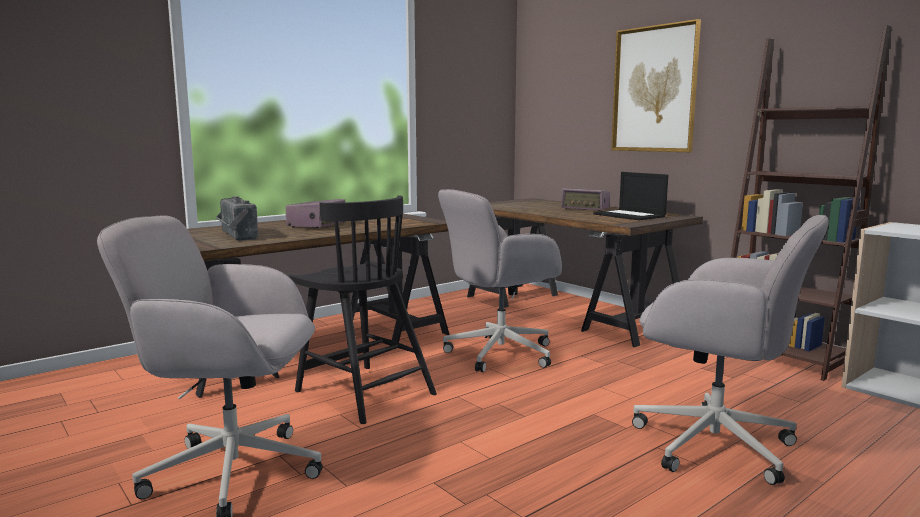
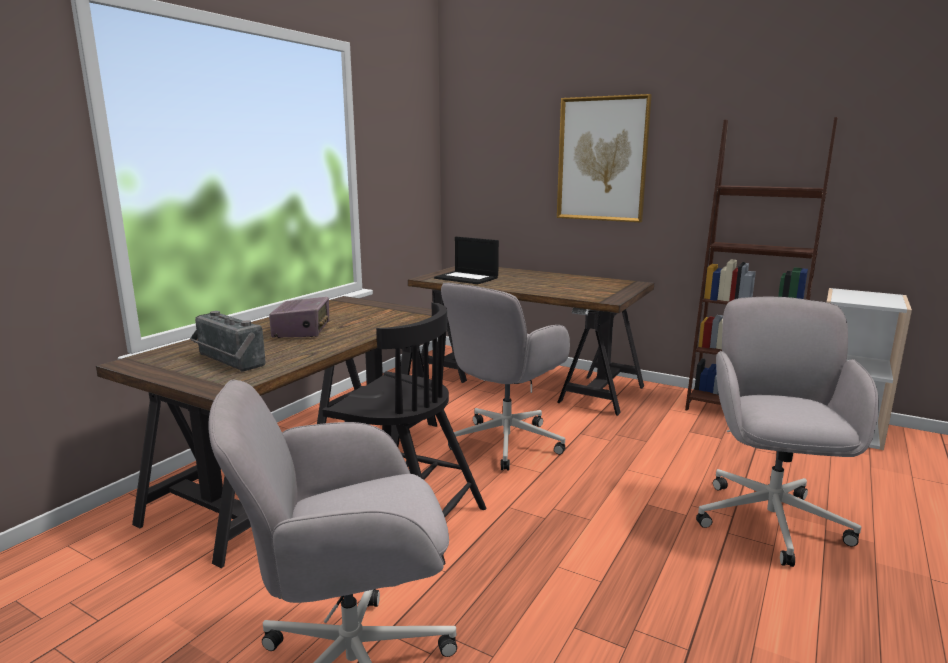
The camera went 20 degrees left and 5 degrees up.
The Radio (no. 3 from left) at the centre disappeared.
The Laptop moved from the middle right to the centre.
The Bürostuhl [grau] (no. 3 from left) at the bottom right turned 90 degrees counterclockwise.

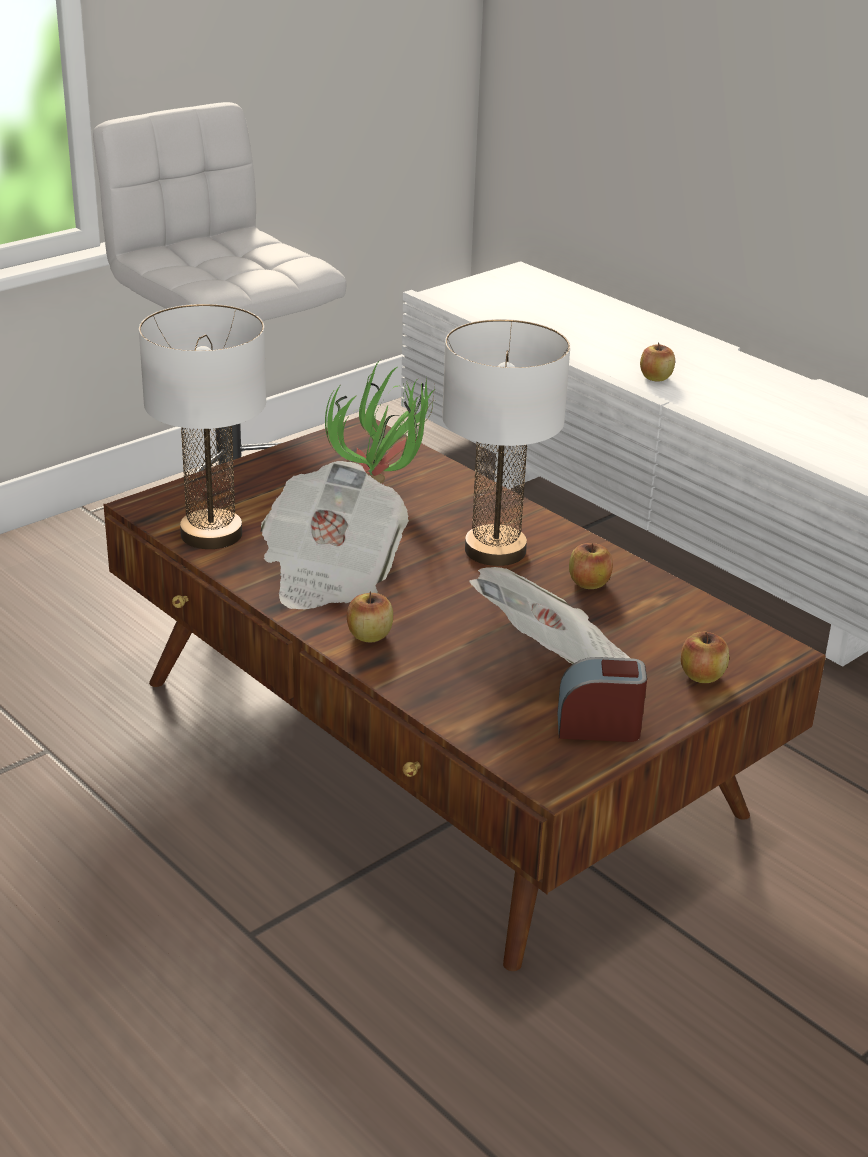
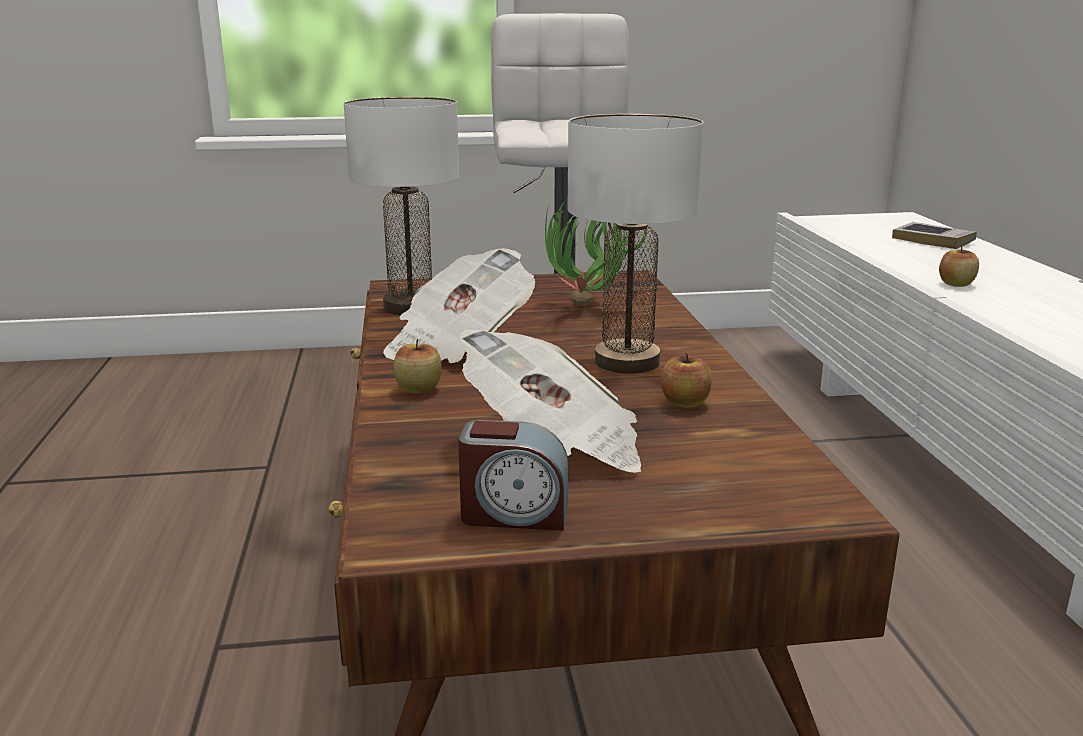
The camera went 35 degrees right and 10 degrees down.
The Apfel (no. 4 from left) at the middle right disappeared.
The Buch at the top right appeared.
The Wecker at the middle right turned 150 degrees clockwise.

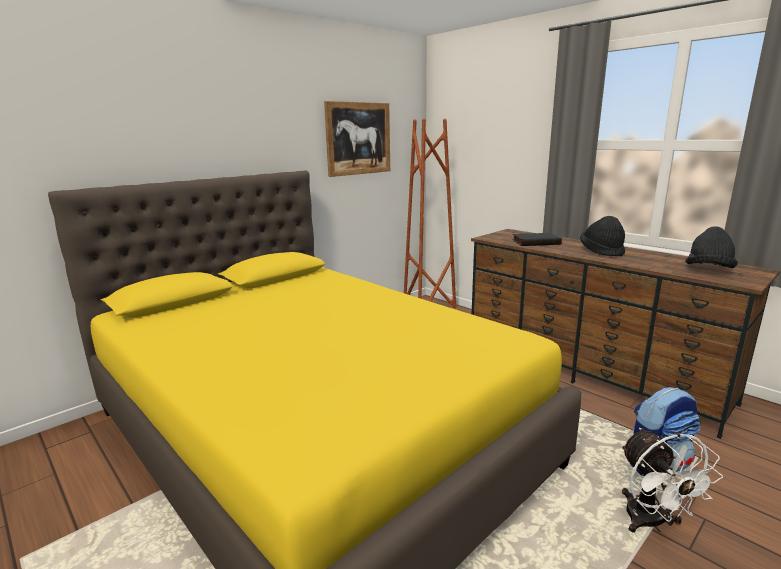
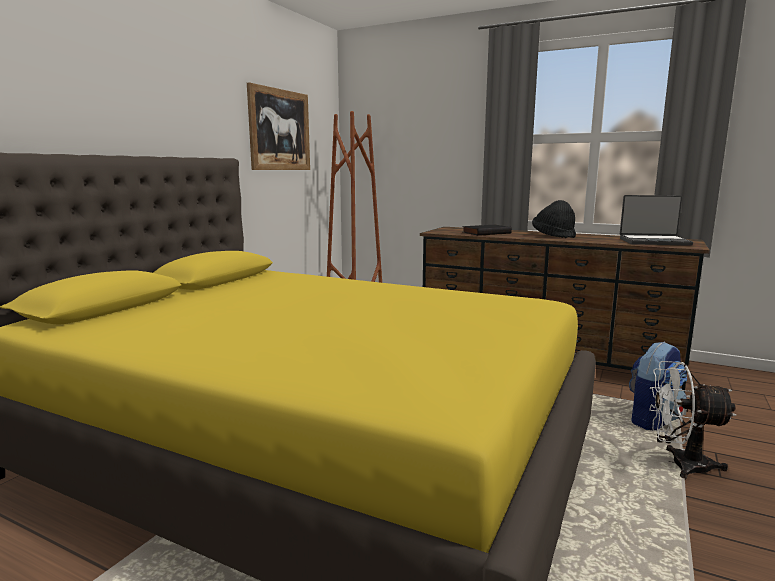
The camera went 20 degrees left and 5 degrees down.
The Hut [schwarz] (no. 2 from left) at the middle right was replaced by the Laptop at the middle right.
The Ventilator [weiß] at the bottom right turned 135 degrees clockwise.

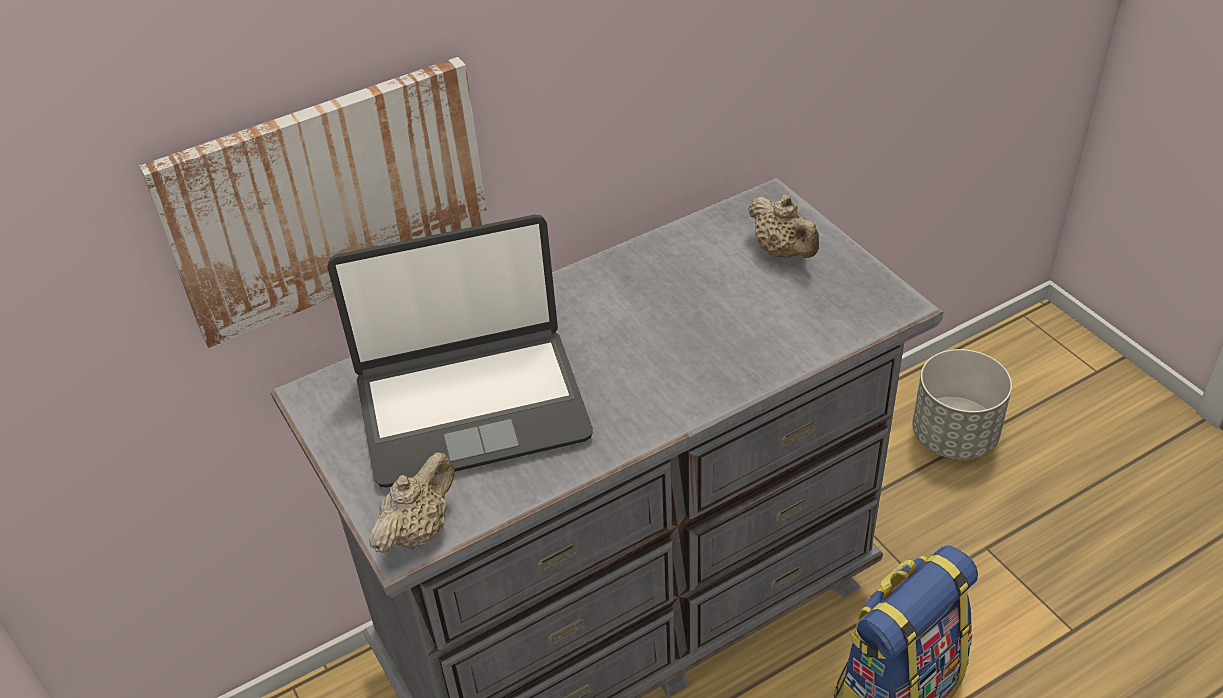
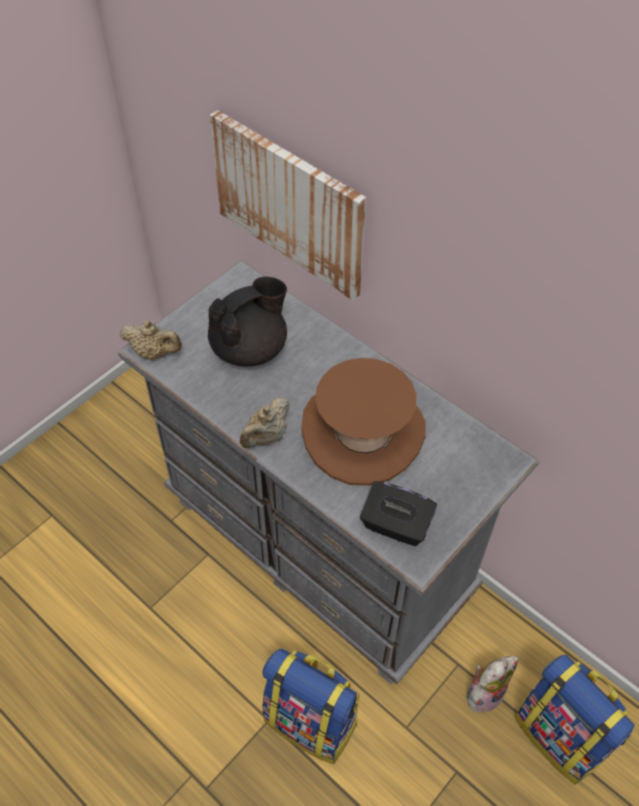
The camera went 70 degrees right and 10 degrees up.
The Hut [braun] at the centre appeared.
The Taschentuchbox [schwarz] at the centre appeared.
The Plüschtier at the bottom right appeared.
The Teekanne [beige] (no. 2 from left) moved from the top centre to the centre.
The Laptop at the centre was replaced by the Teekanne [schwarz] at the centre.
The Pflanzkübel [grau] at the middle right was replaced by the Rucksack (no. 2 from left) at the bottom right.

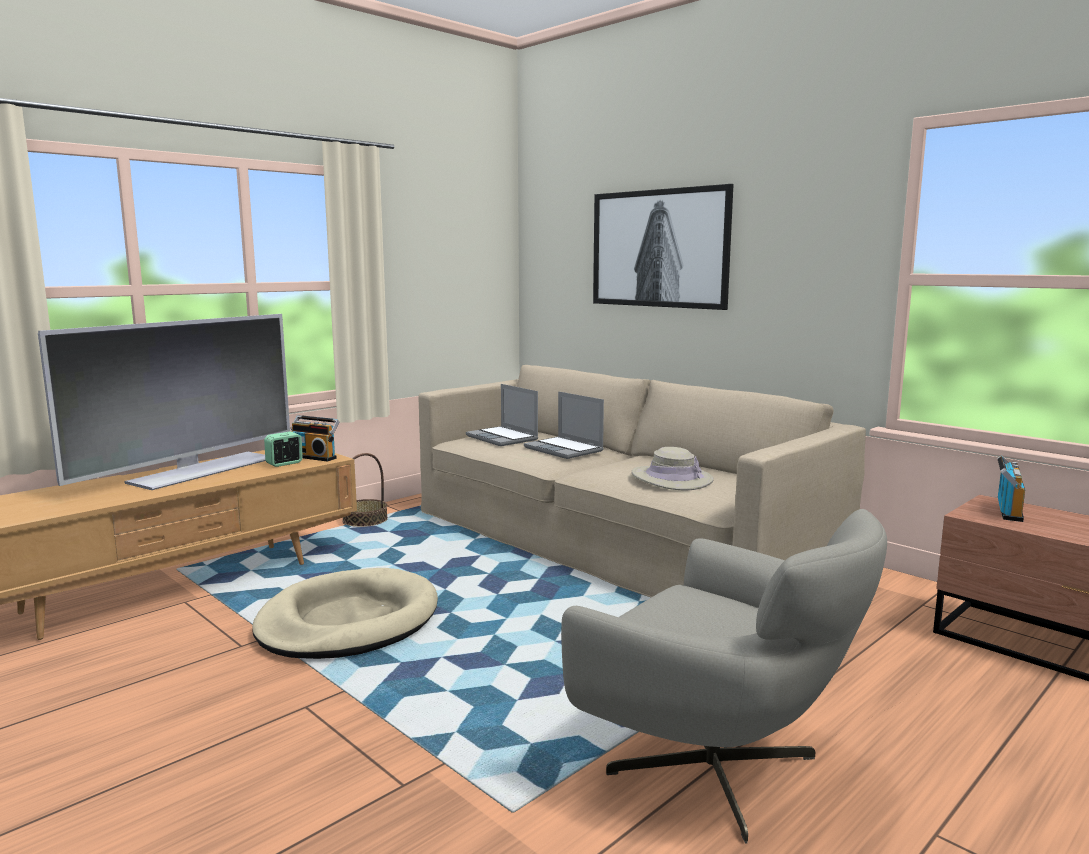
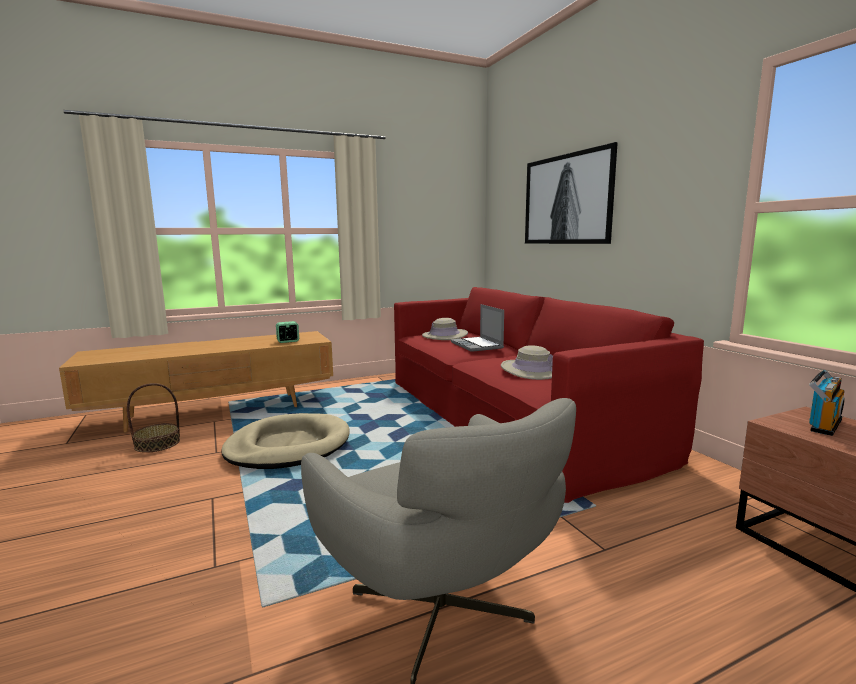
The camera went 20 degrees right and 0 degrees up.
The Fernseher at the middle left disappeared.
The Radio (no. 1 from left) at the middle left disappeared.
The Korb moved from the centre to the middle left.
The Laptop (no. 1 from left) at the centre was replaced by the Hut [beige] (no. 1 from left) at the centre.
The Sofa [beige] at the centre became the Sofa [rot] at the centre.

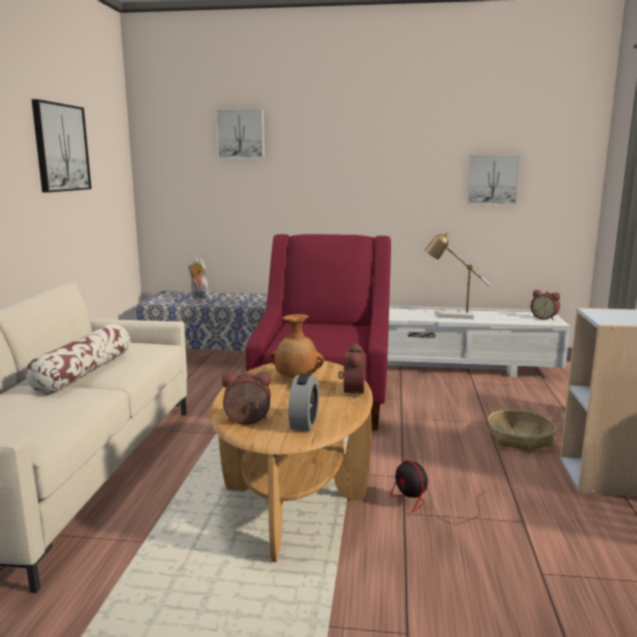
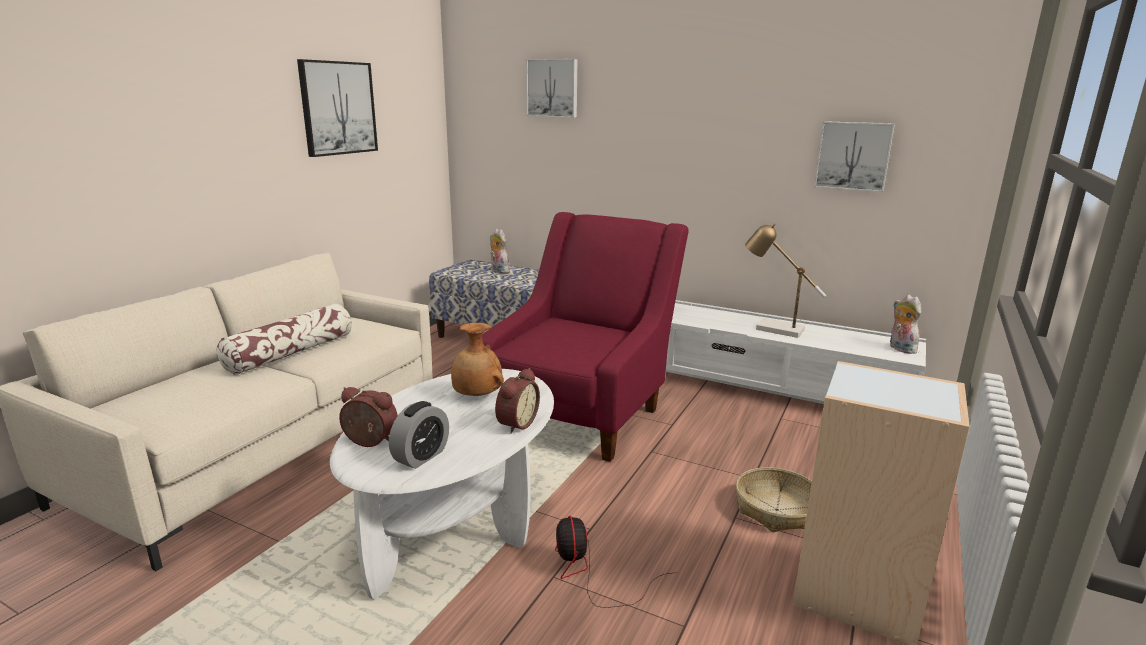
The camera went 20 degrees right and 5 degrees up.
The Wecker (no. 4 from left) at the middle right was replaced by the Plüschtier (no. 2 from left) at the middle right.
The Couchtisch [braun] at the bottom centre became the Couchtisch [weiß] at the bottom centre.

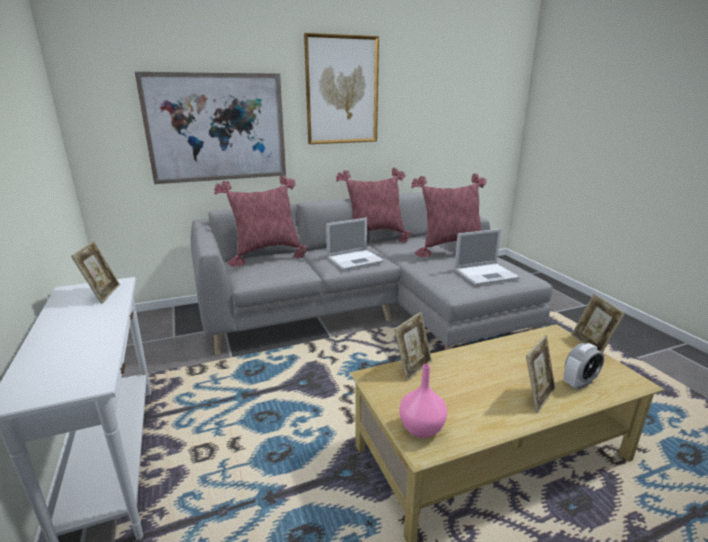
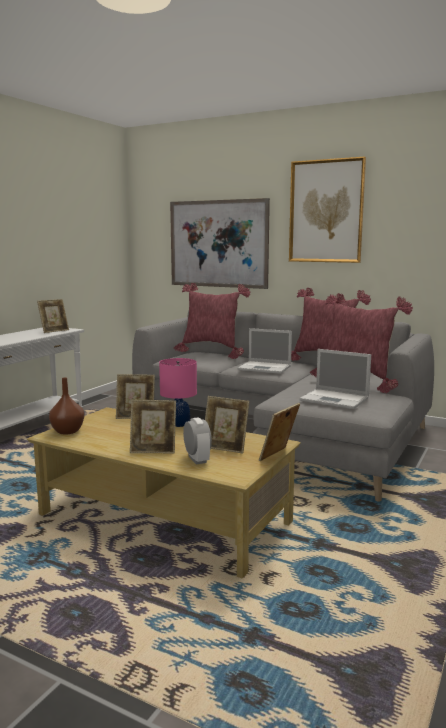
The camera went 50 degrees right and 10 degrees down.
The Tischlampe [rosa] at the centre appeared.
The Bilderrahmen (no. 4 from left) at the centre appeared.
The Vase [rosa] at the bottom centre became the Vase [braun] at the middle left.
The Wecker at the bottom right turned 135 degrees counterclockwise.

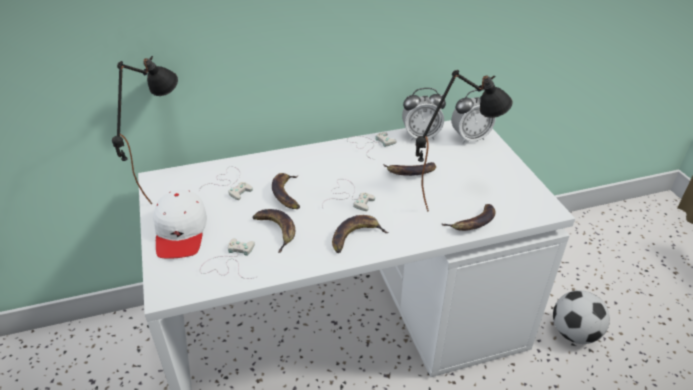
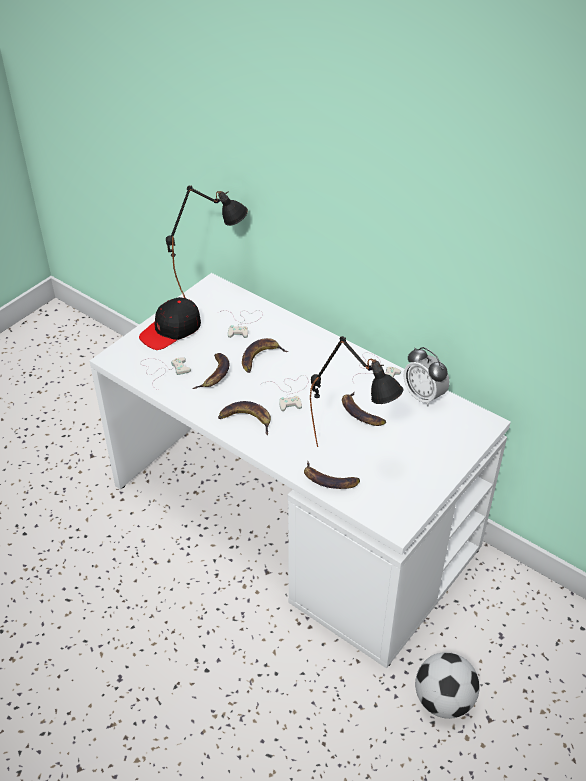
The camera went 55 degrees right and 5 degrees up.
The Wecker (no. 2 from left) at the top right disappeared.
The Kappe [weiß] at the middle left became the Kappe [schwarz] at the middle left.

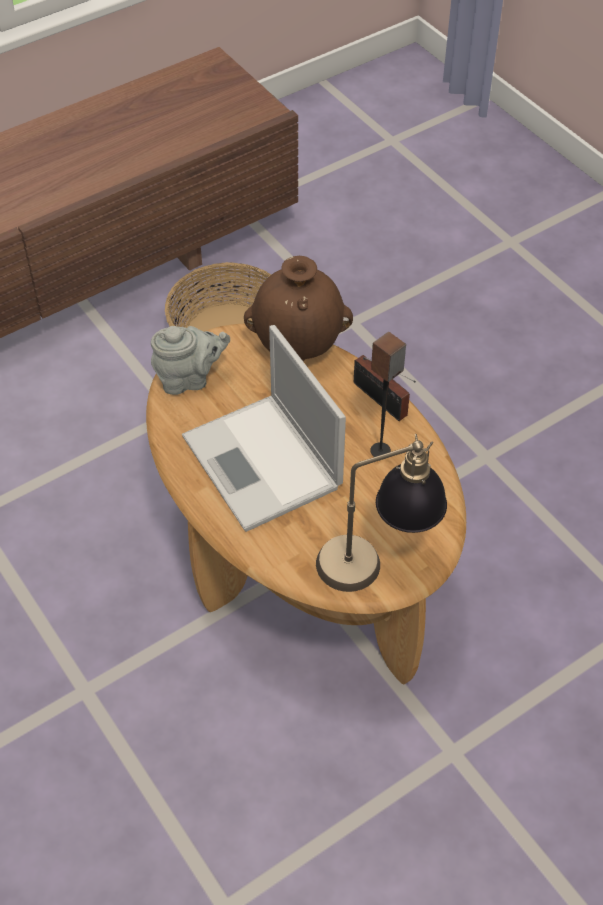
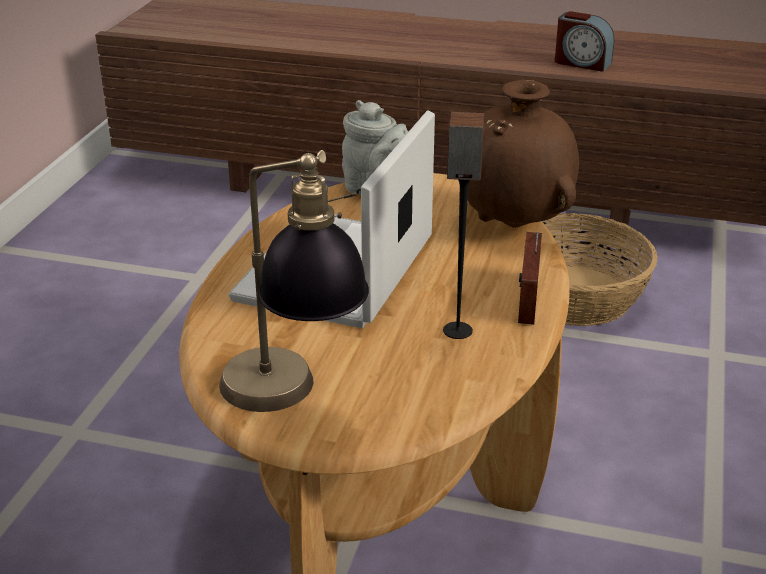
The camera went 50 degrees right and 20 degrees down.
The Wecker at the top right appeared.

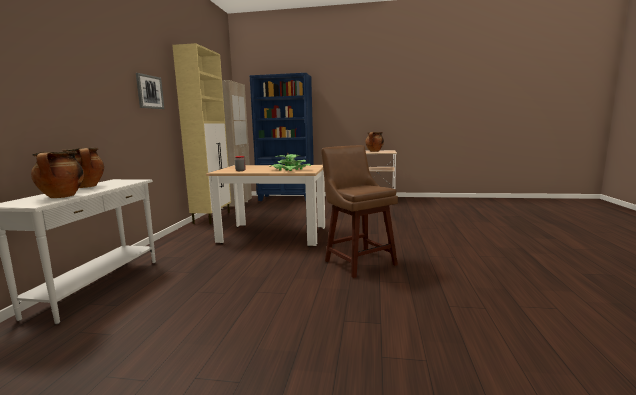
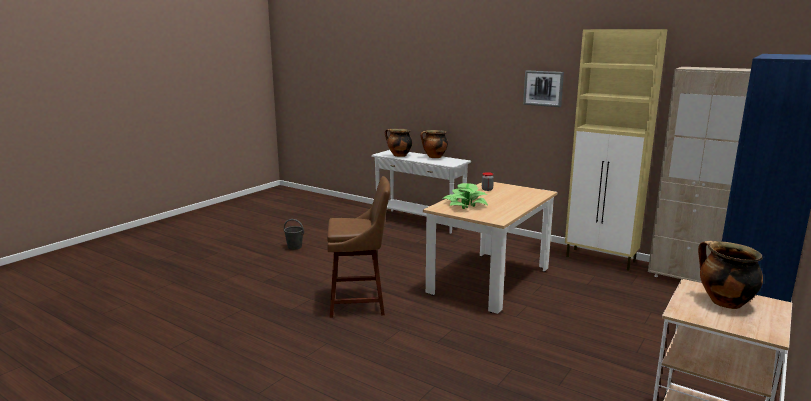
The camera went 115 degrees right and 5 degrees up.
The Eimer [grau] at the centre appeared.

